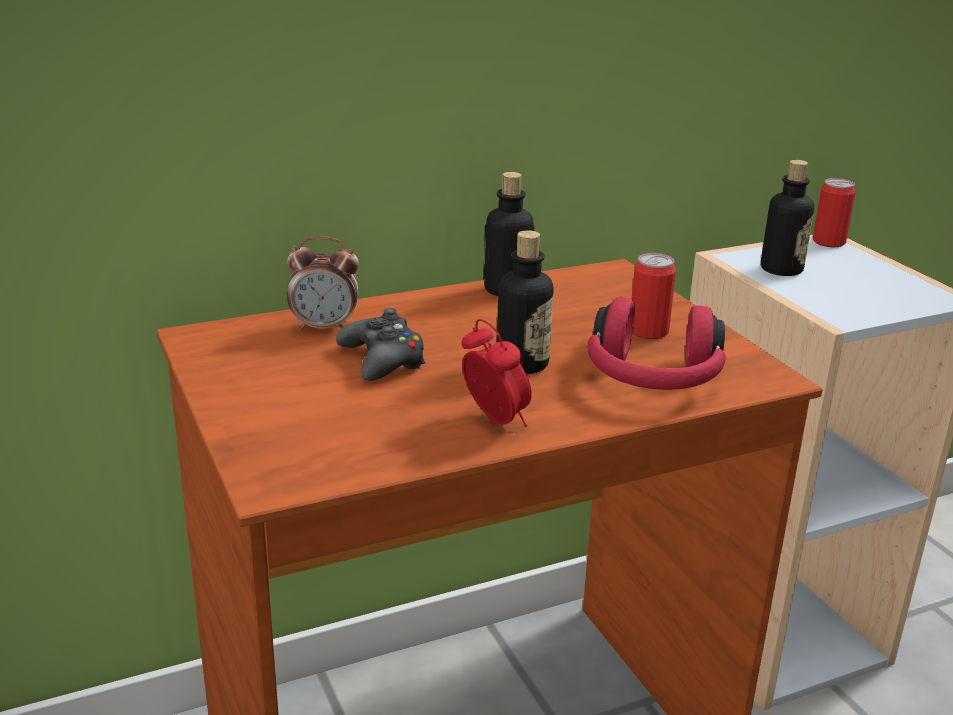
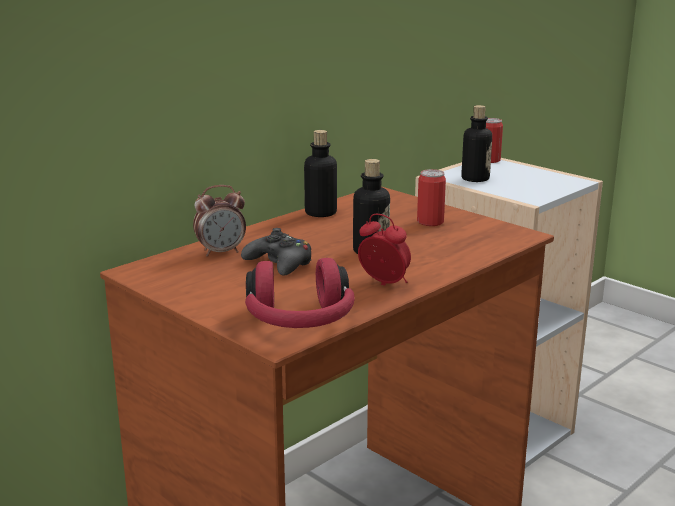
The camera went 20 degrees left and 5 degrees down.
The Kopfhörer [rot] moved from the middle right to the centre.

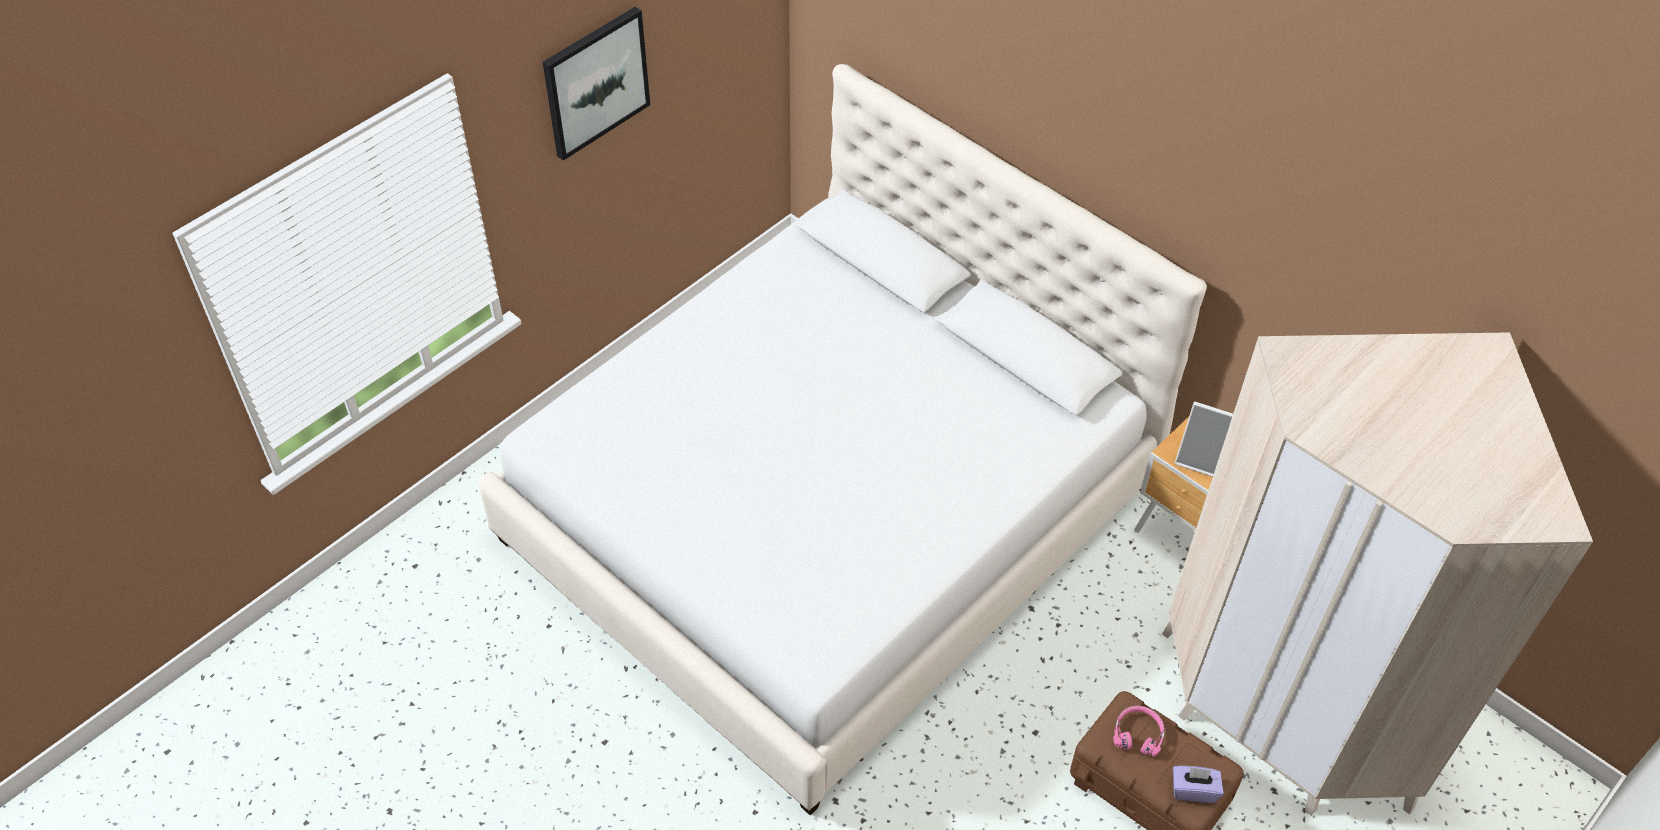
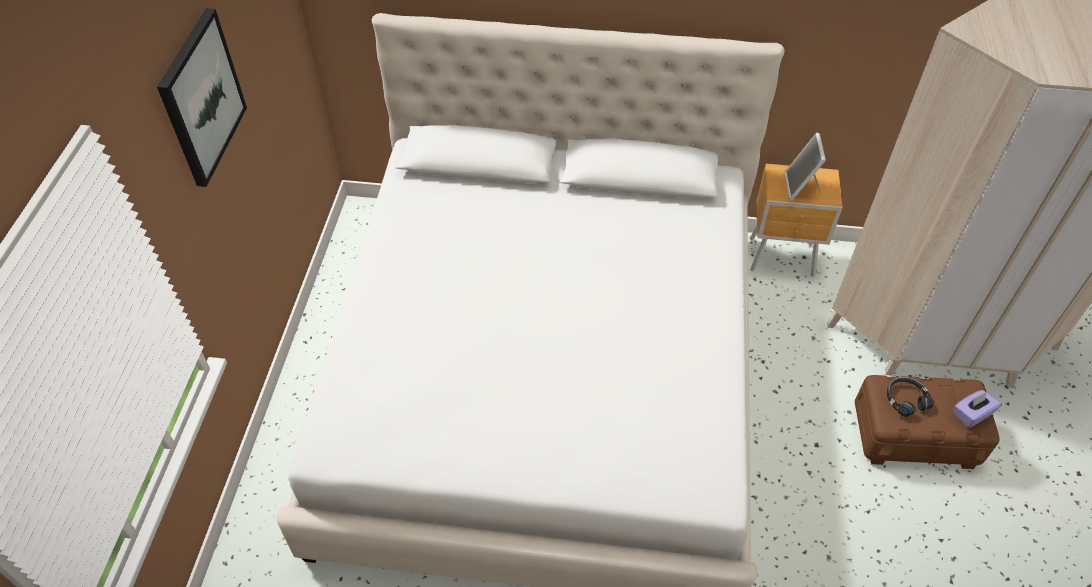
The camera went 35 degrees left and 0 degrees up.
The Kopfhörer [rosa] at the bottom right became the Kopfhörer [schwarz] at the bottom right.
The Bilderrahmen at the middle right turned 105 degrees clockwise.

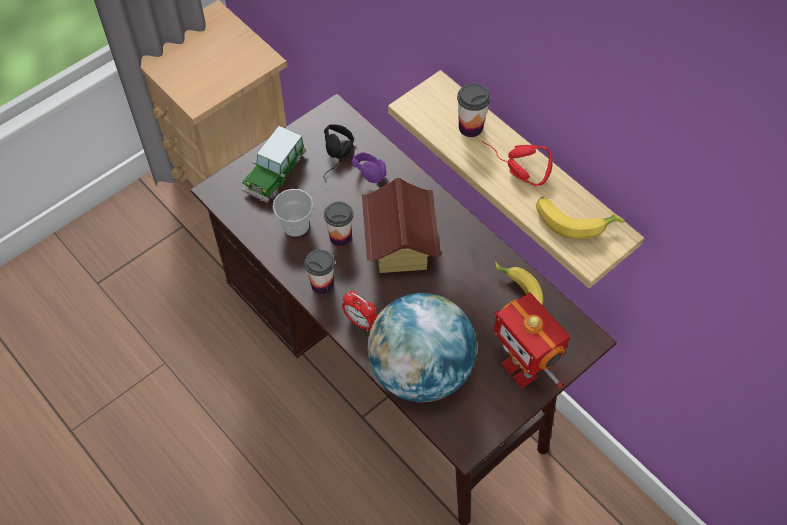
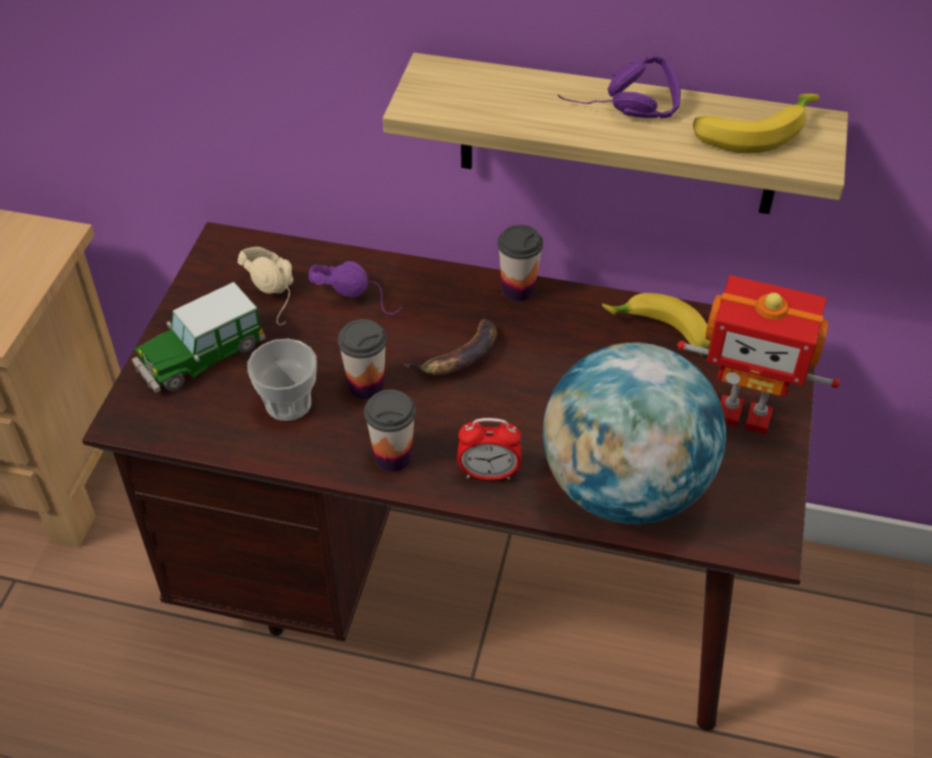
The camera went 35 degrees left and 10 degrees down.
The Tasse (no. 4 from left) moved from the top centre to the centre.
The Spielzeughaus at the centre was replaced by the Banane (no. 1 from left) at the centre.
The Kopfhörer [schwarz] at the top centre became the Kopfhörer [beige] at the middle left.
The Kopfhörer [rot] at the top centre became the Kopfhörer [lila] (no. 2 from left) at the top centre.
The Spielzeugauto at the top centre turned 60 degrees clockwise.

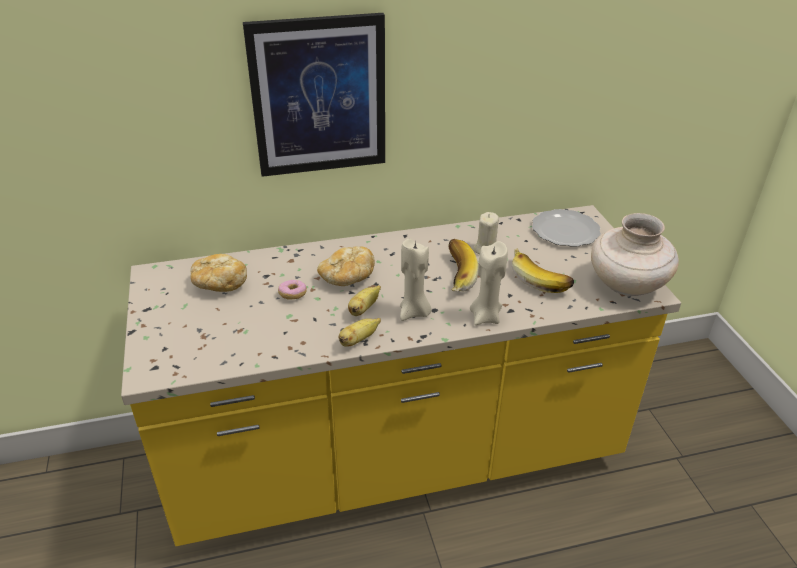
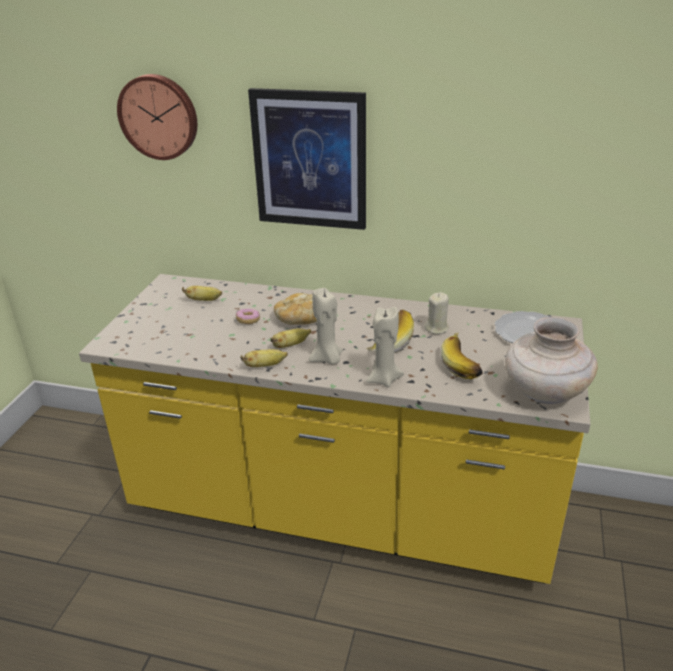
The camera went 30 degrees right and 5 degrees down.
The Wanduhr at the top left appeared.
The Brot (no. 1 from left) at the middle left was replaced by the Banane (no. 1 from left) at the middle left.

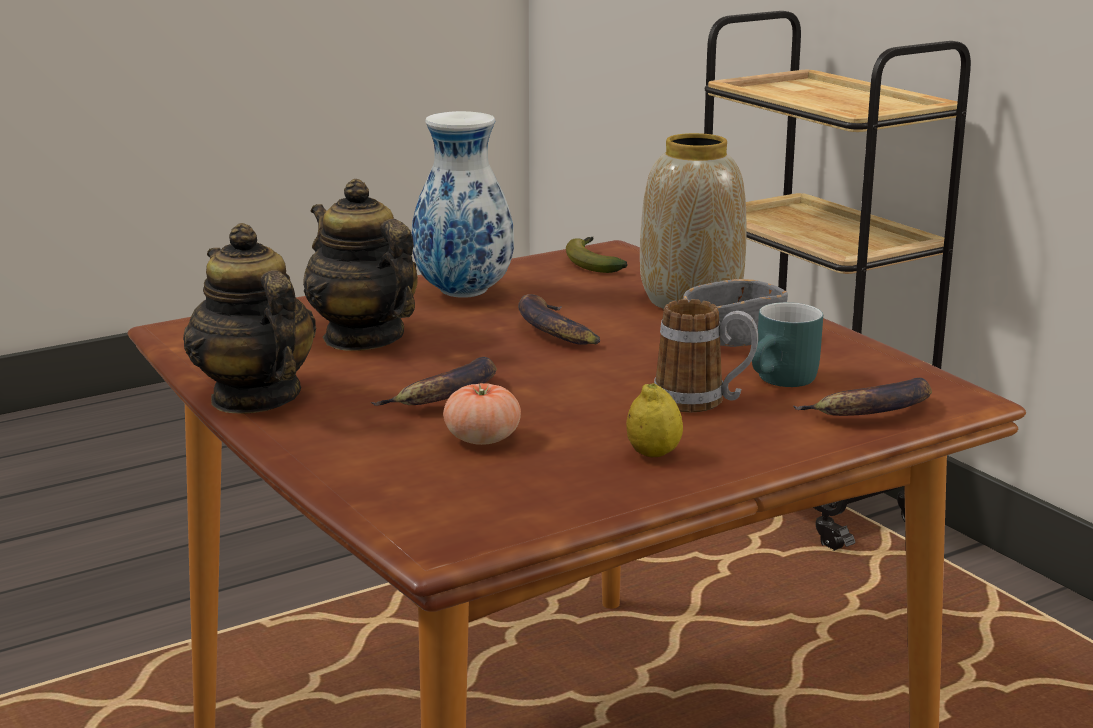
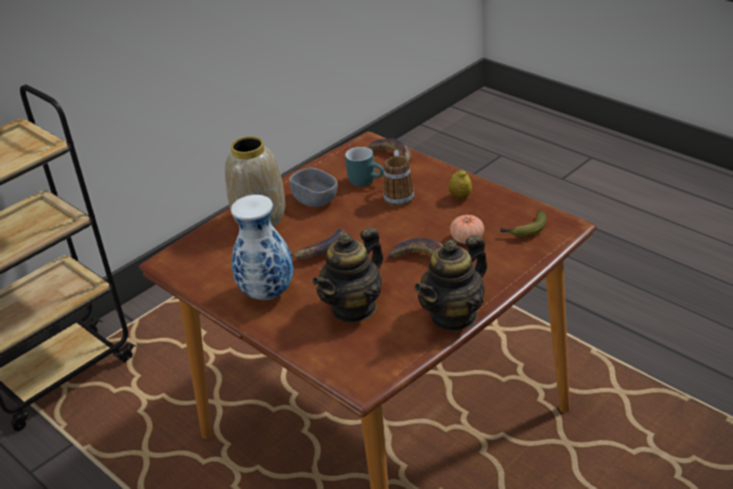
The camera went 100 degrees left and 15 degrees up.
The Banane (no. 3 from left in the first image) moved from the centre to the middle right.

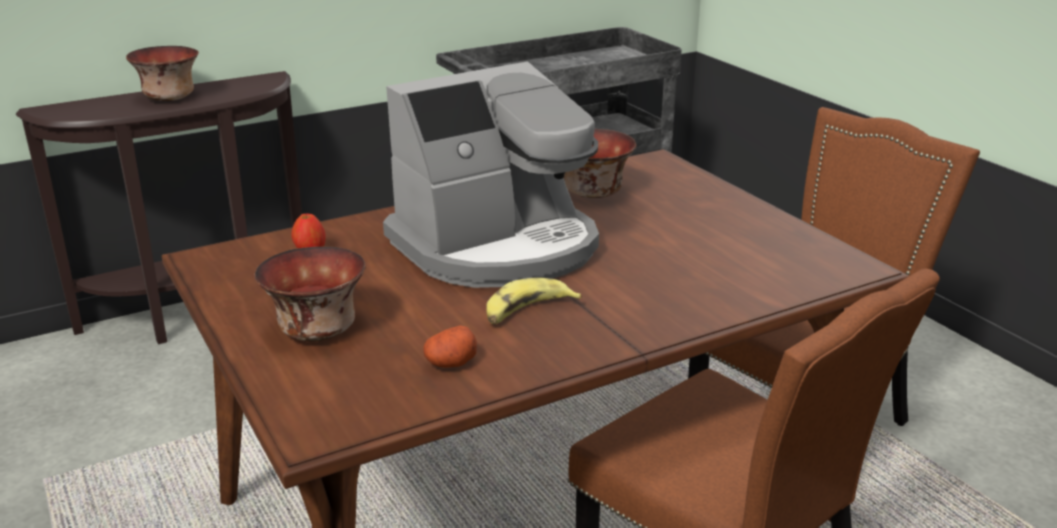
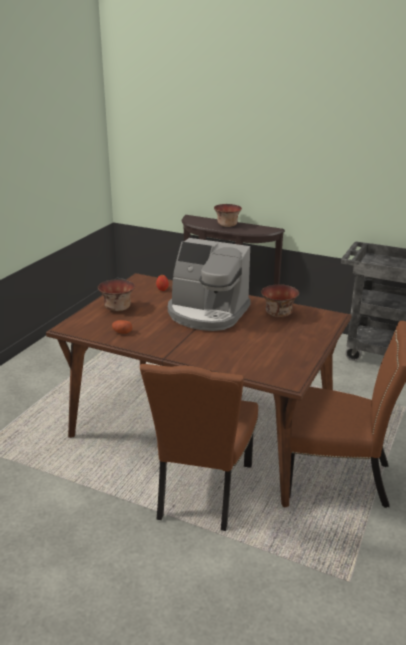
The camera went 55 degrees right and 0 degrees up.
The Banane at the centre disappeared.

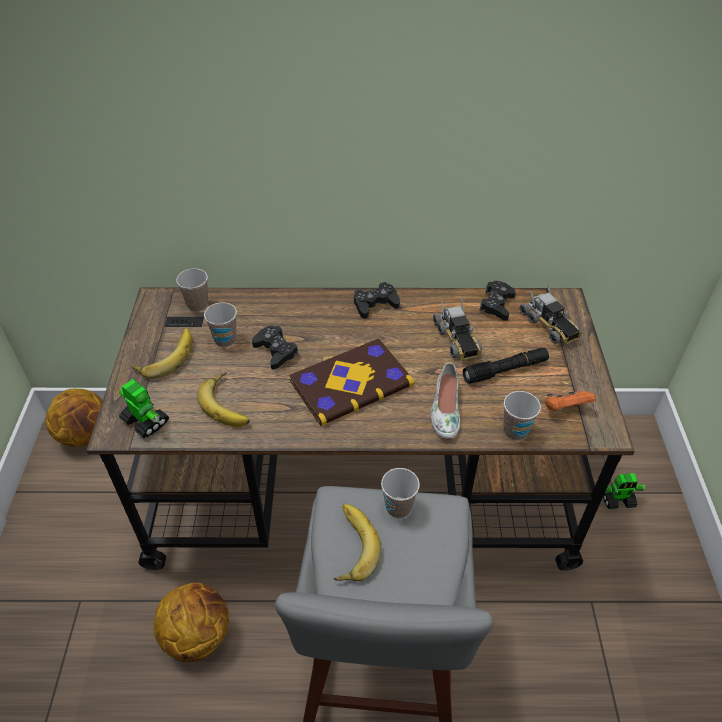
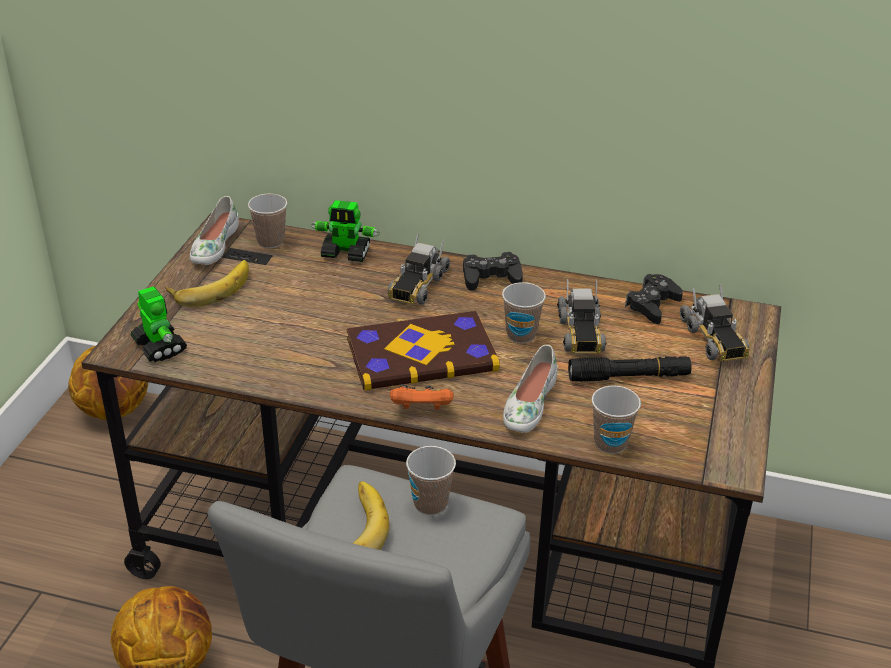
The camera went 15 degrees right and 10 degrees down.
The Banane (no. 2 from left) at the middle left disappeared.
The Gamepad [schwarz] (no. 1 from left) at the centre disappeared.
The Schuh [weiß] (no. 1 from left) at the middle left appeared.
The Spielzeuglaster (no. 1 from left) at the centre appeared.
The Tasse (no. 2 from left in the first image) moved from the middle left to the centre.
The Gamepad [orange] moved from the middle right to the centre.
The Spielzeugroboter (no. 2 from left) moved from the bottom right to the centre.

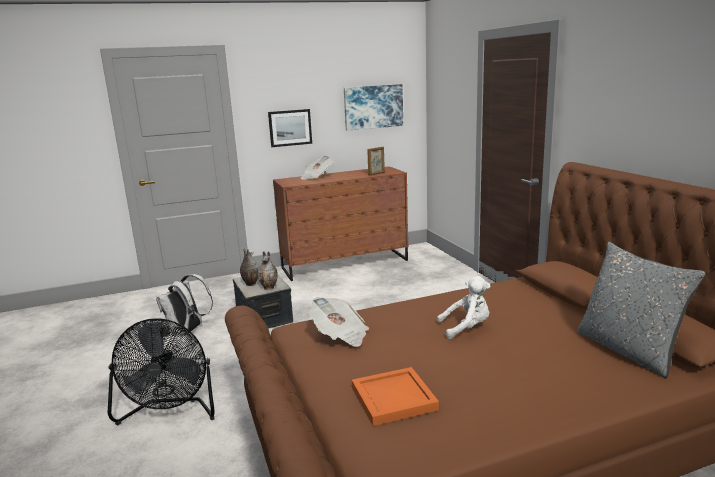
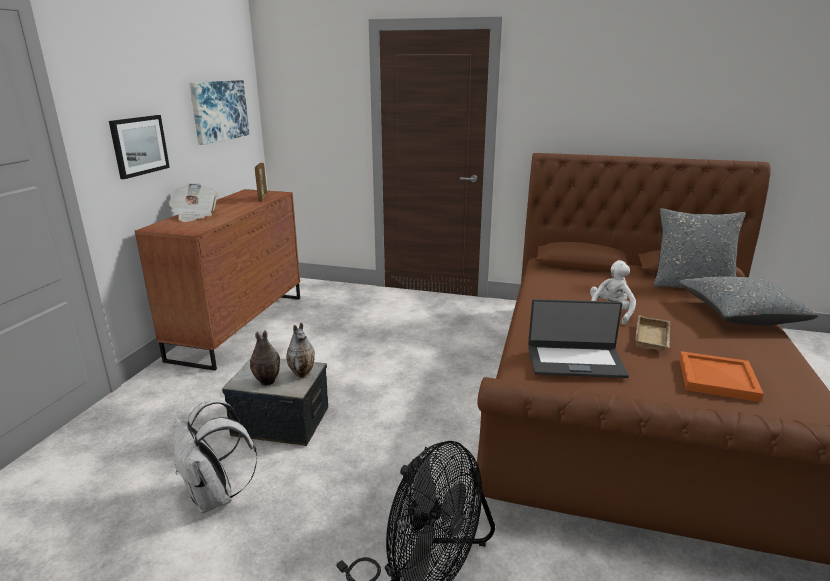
The camera went 55 degrees left and 5 degrees up.
The Tablett [beige] at the middle right appeared.
The Kissen [grau] (no. 2 from left) at the middle right appeared.
The Zeitung (no. 2 from left) at the bottom centre was replaced by the Laptop at the middle right.

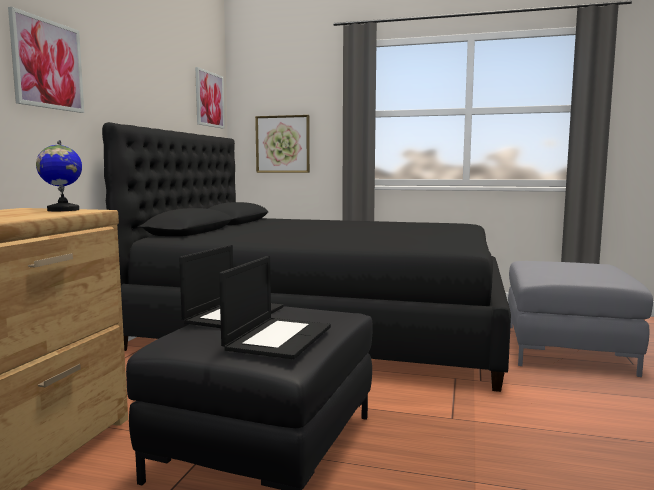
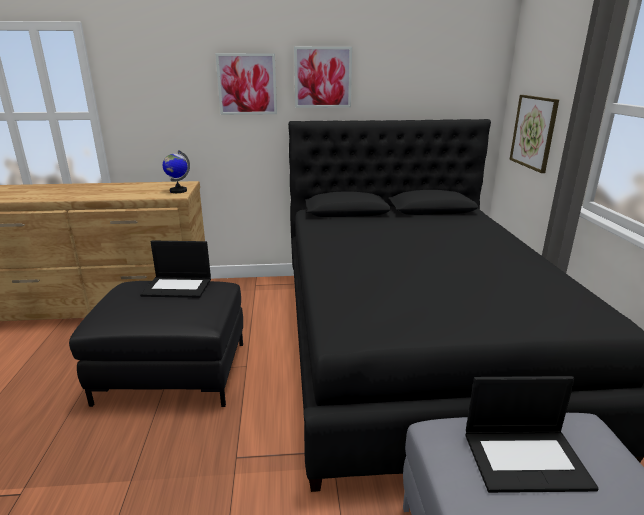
The camera went 70 degrees right and 15 degrees up.
The Bild (no. 2 from left) moved from the top left to the top centre.
The Laptop (no. 2 from left) moved from the centre to the bottom right.

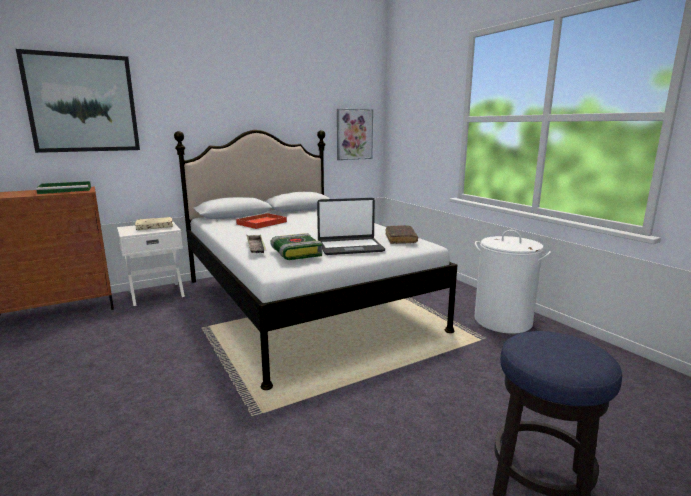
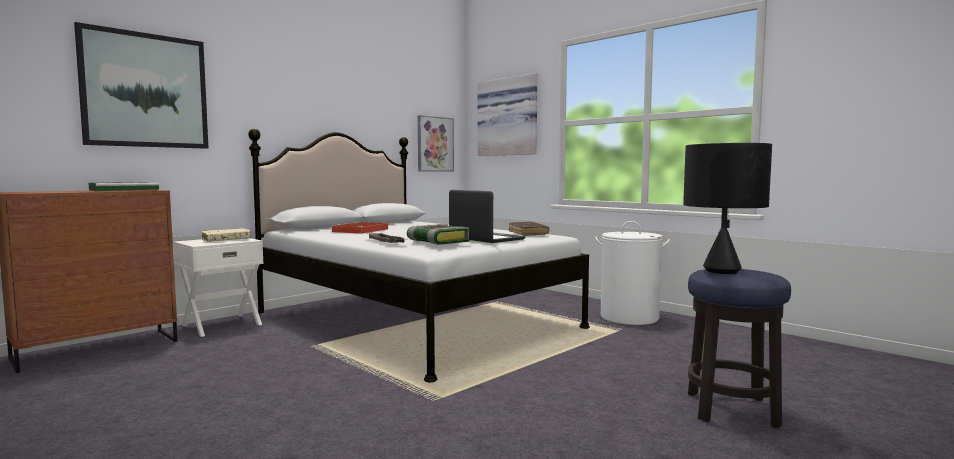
The camera went 15 degrees left and 10 degrees down.
The Bild (no. 3 from left) at the top centre appeared.
The Tischlampe [schwarz] at the middle right appeared.
The Laptop at the centre turned 105 degrees counterclockwise.

